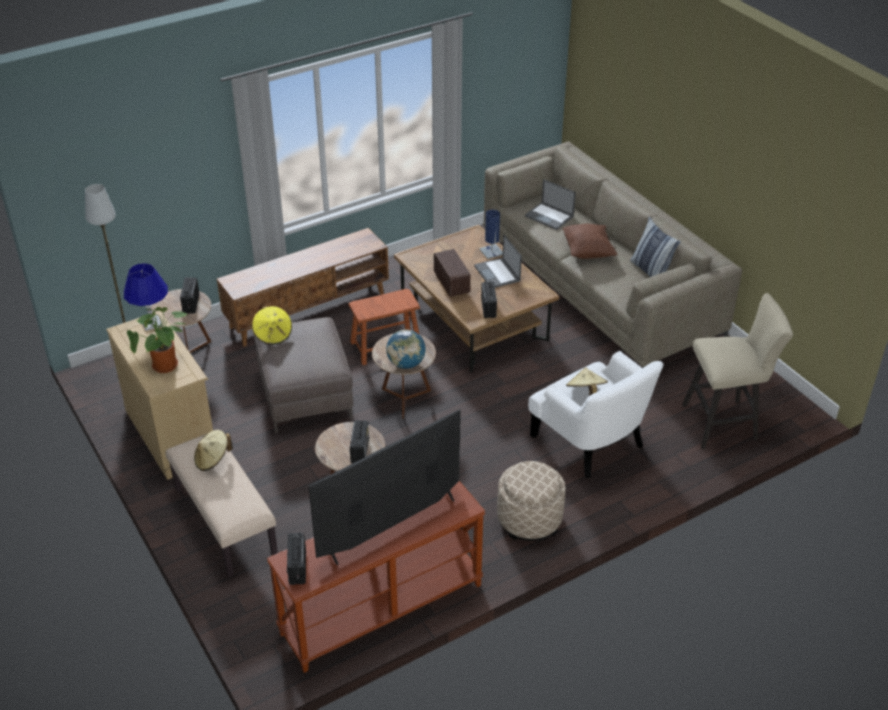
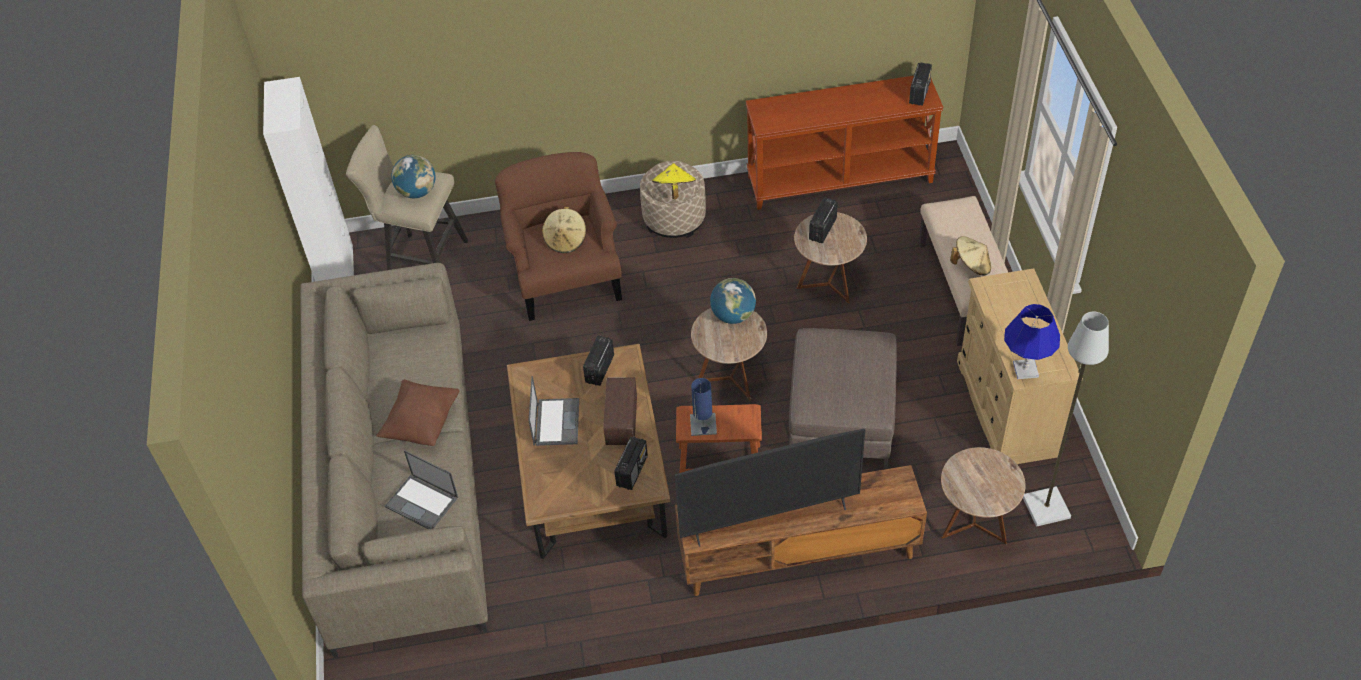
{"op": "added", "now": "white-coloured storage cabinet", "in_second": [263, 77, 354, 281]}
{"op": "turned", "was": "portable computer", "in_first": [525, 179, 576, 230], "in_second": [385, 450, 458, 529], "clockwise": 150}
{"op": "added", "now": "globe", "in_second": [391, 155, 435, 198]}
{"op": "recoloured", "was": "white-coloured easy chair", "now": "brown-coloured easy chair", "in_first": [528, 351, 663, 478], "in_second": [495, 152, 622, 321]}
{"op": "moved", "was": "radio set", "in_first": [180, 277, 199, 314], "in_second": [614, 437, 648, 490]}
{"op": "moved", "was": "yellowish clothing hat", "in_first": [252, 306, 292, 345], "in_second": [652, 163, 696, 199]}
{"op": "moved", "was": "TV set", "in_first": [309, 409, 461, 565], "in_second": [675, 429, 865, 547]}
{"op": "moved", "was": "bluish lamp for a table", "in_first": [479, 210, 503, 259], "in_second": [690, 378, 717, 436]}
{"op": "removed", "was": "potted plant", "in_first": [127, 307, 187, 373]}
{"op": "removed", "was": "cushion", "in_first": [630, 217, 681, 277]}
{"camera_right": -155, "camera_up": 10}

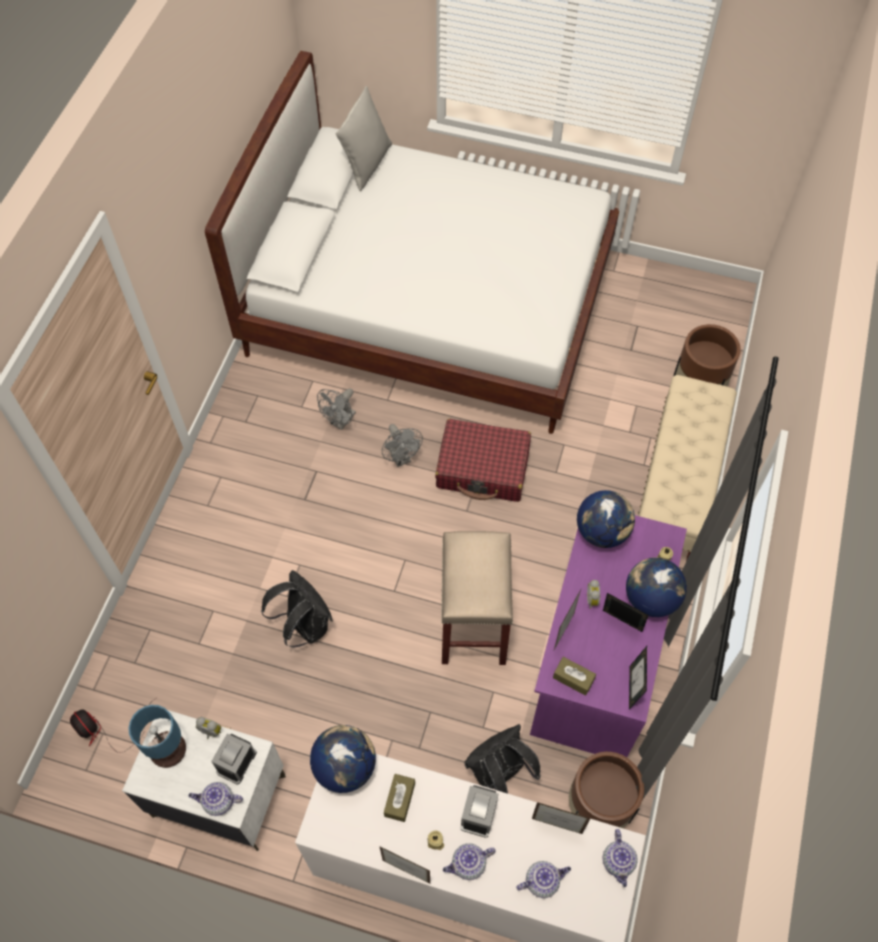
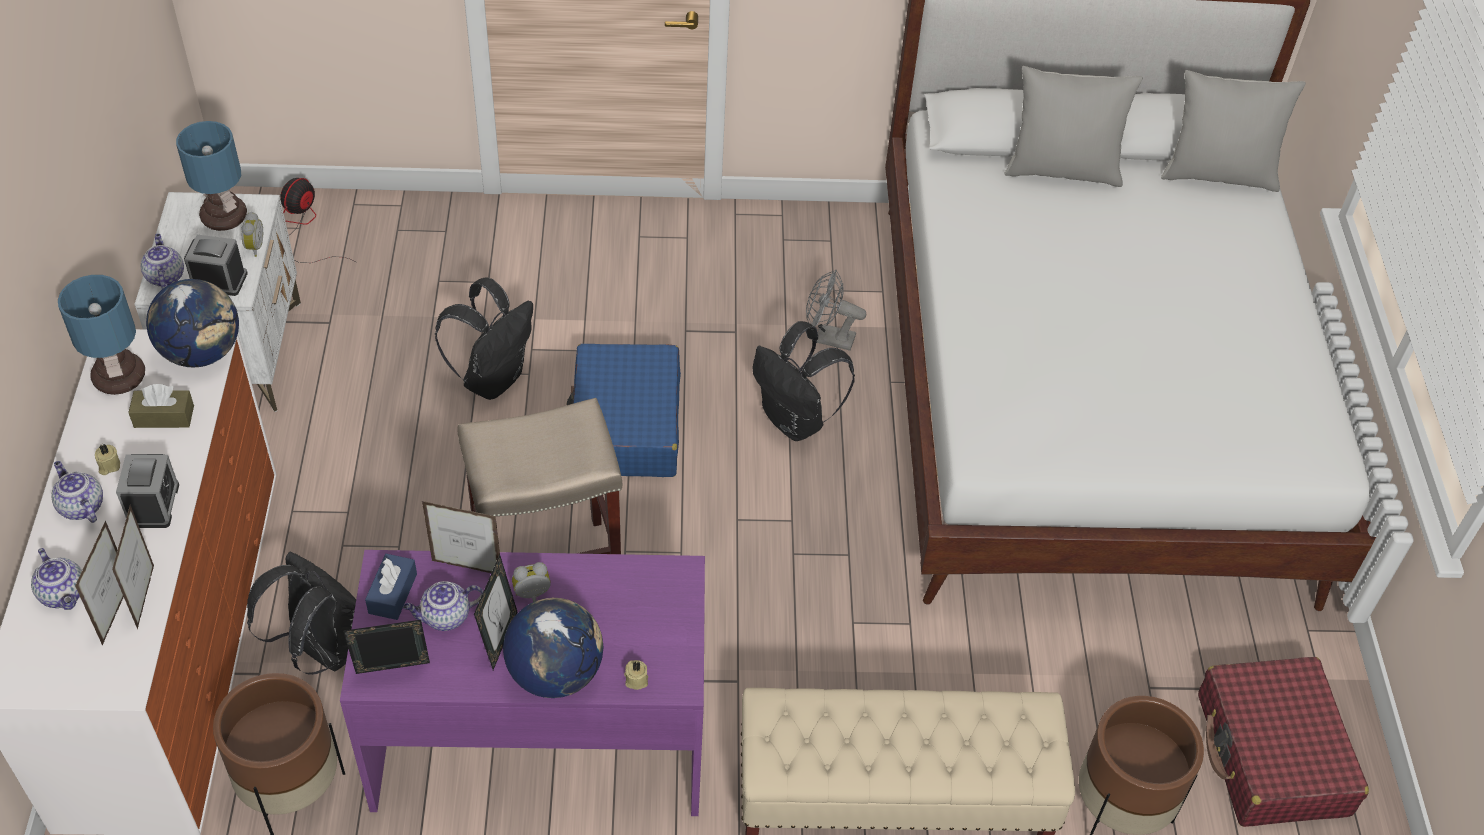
{"op": "added", "now": "lamp for a table", "in_second": [58, 275, 145, 395]}
{"op": "moved", "was": "standing frame", "in_first": [379, 846, 430, 883], "in_second": [75, 520, 124, 645]}
{"op": "turned", "was": "alarm clock", "in_first": [460, 785, 499, 838], "in_second": [116, 454, 179, 528], "clockwise": 90}
{"op": "recoloured", "was": "brown-coloured box of tissues", "now": "bluish box of tissues", "in_first": [553, 657, 596, 696], "in_second": [365, 554, 417, 620]}
{"op": "moved", "was": "teapot", "in_first": [603, 829, 638, 887], "in_second": [403, 581, 483, 631]}
{"op": "added", "now": "bluish suitcase", "in_second": [566, 344, 681, 477]}
{"op": "replaced", "was": "grey electric fan", "now": "black knapsack", "in_first": [382, 424, 423, 467], "in_second": [752, 321, 855, 441]}
{"op": "added", "now": "grey cushion", "in_second": [1004, 66, 1143, 187]}
{"op": "moved", "was": "red suitcase", "in_first": [435, 419, 531, 502], "in_second": [1198, 657, 1369, 827]}
{"op": "removed", "was": "globe", "in_first": [577, 490, 635, 548]}
{"camera_right": 70, "camera_up": -10}

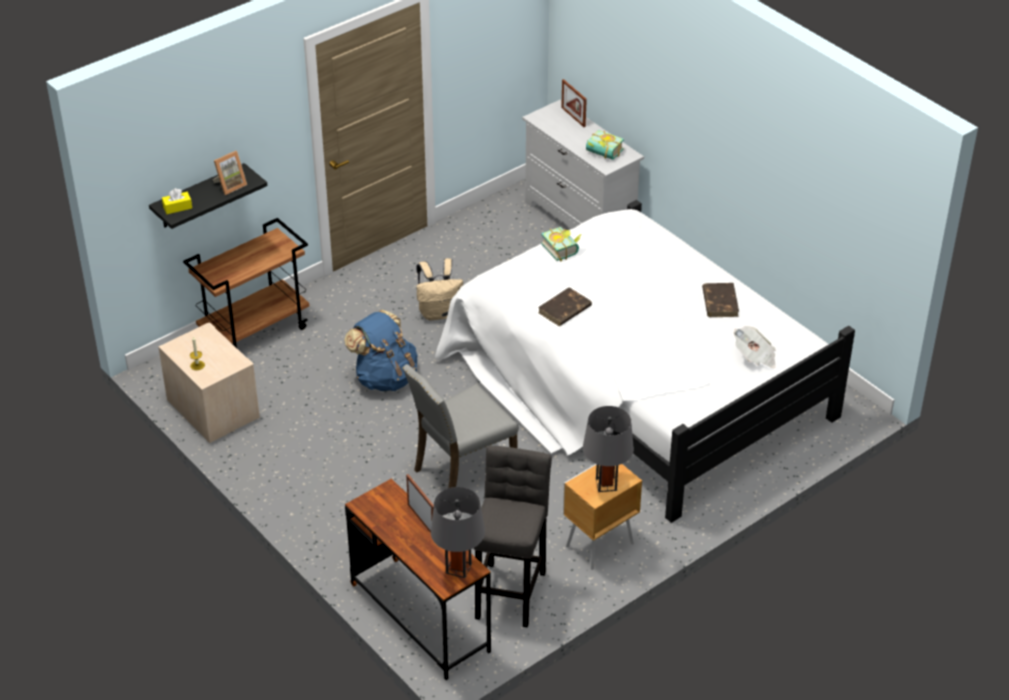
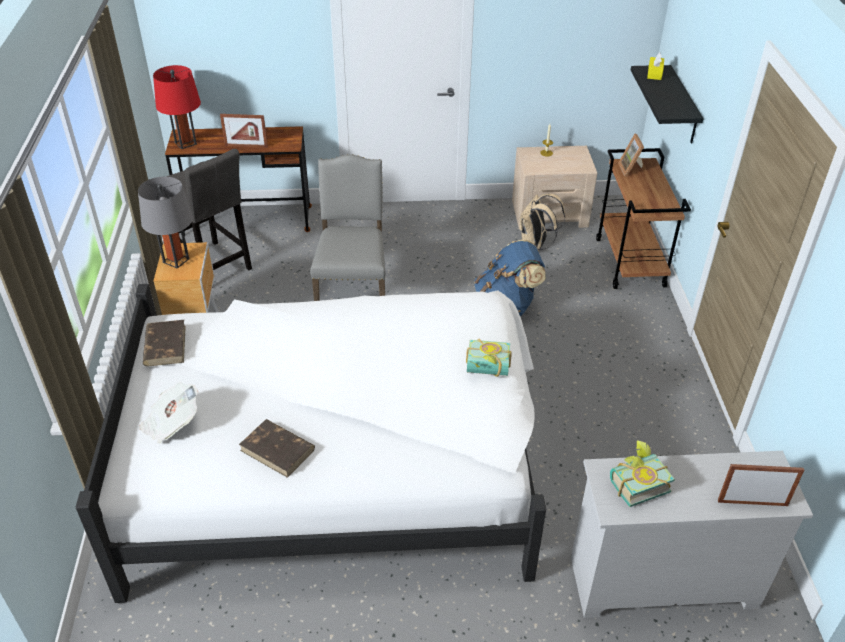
{"op": "moved", "was": "brown-coloured bound book", "in_first": [538, 287, 592, 326], "in_second": [143, 320, 186, 367]}
{"op": "recoloured", "was": "grey lamp for a table", "now": "red lamp for a table", "in_first": [431, 487, 485, 578], "in_second": [153, 65, 201, 149]}
{"op": "moved", "was": "sand-coloured knapsack", "in_first": [416, 258, 463, 321], "in_second": [520, 194, 565, 251]}
{"op": "moved", "was": "standing frame", "in_first": [213, 151, 247, 195], "in_second": [618, 134, 644, 177]}
{"camera_right": 125, "camera_up": 0}

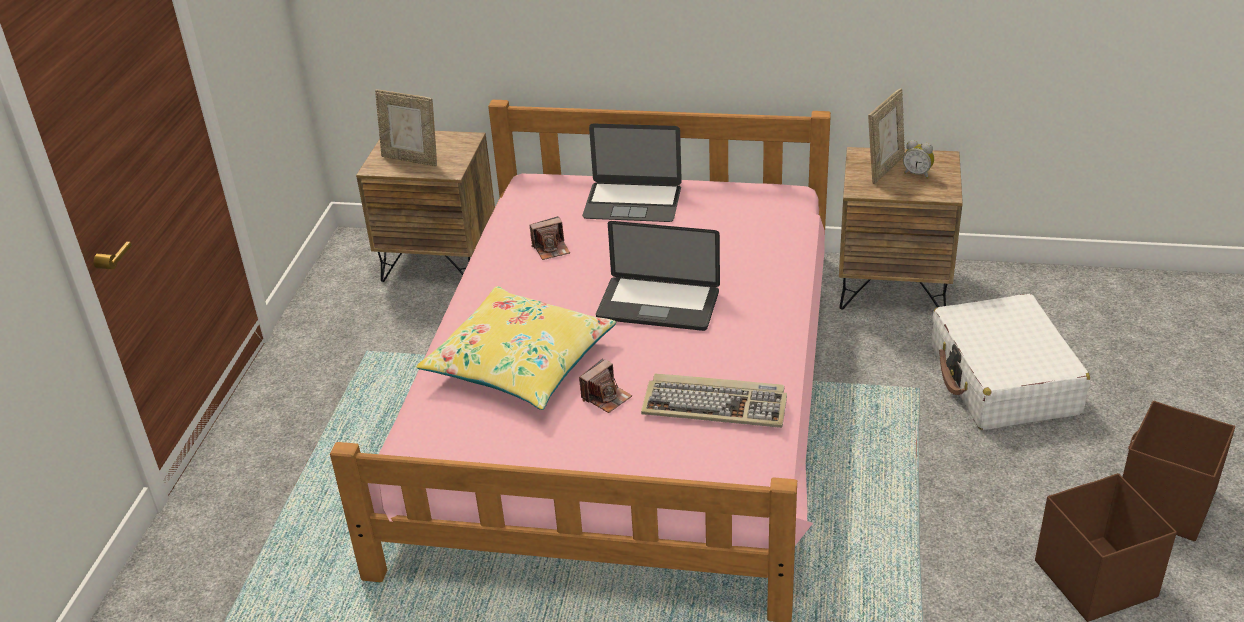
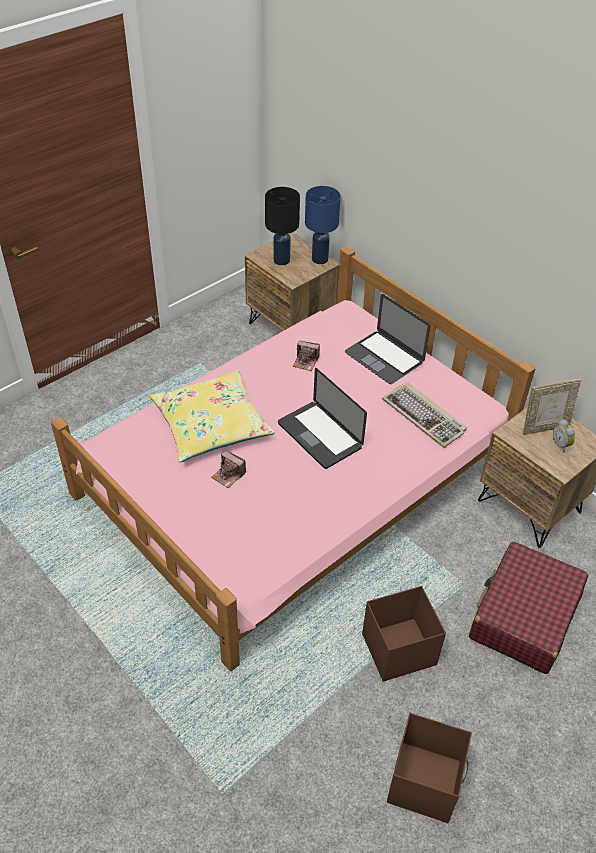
{"op": "turned", "was": "still camera", "in_first": [579, 359, 632, 413], "in_second": [211, 450, 246, 488], "clockwise": 45}
{"op": "replaced", "was": "standing frame", "now": "black lamp for a table", "in_first": [375, 89, 437, 166], "in_second": [265, 187, 300, 265]}
{"op": "added", "now": "bluish lamp for a table", "in_second": [305, 186, 341, 264]}
{"op": "moved", "was": "brown-coloured storage box", "in_first": [1123, 401, 1235, 541], "in_second": [362, 586, 446, 682]}
{"op": "moved", "was": "PC keyboard", "in_first": [641, 373, 787, 428], "in_second": [382, 382, 467, 448]}
{"op": "recoloured", "was": "white-coloured suitcase", "now": "red suitcase", "in_first": [932, 294, 1090, 430], "in_second": [469, 541, 588, 674]}
{"camera_right": 35, "camera_up": 10}

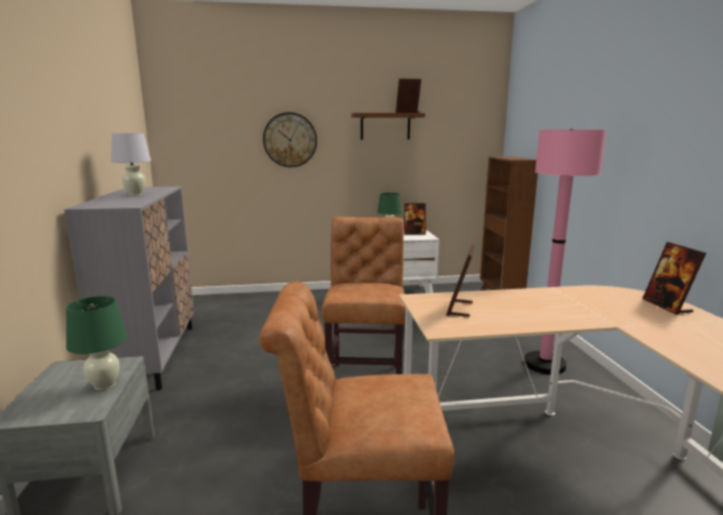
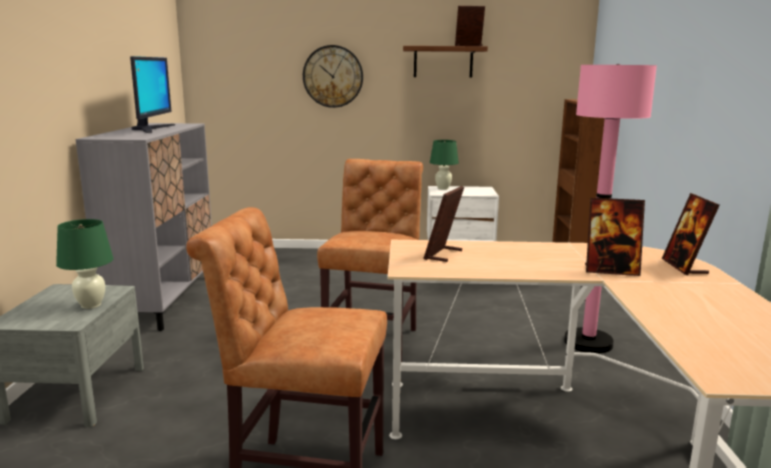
{"op": "replaced", "was": "white-coloured lamp for a table", "now": "monitor", "in_first": [111, 133, 151, 196], "in_second": [130, 56, 175, 133]}
{"op": "moved", "was": "standing frame", "in_first": [404, 203, 426, 235], "in_second": [585, 198, 645, 276]}
{"camera_right": 10, "camera_up": 0}

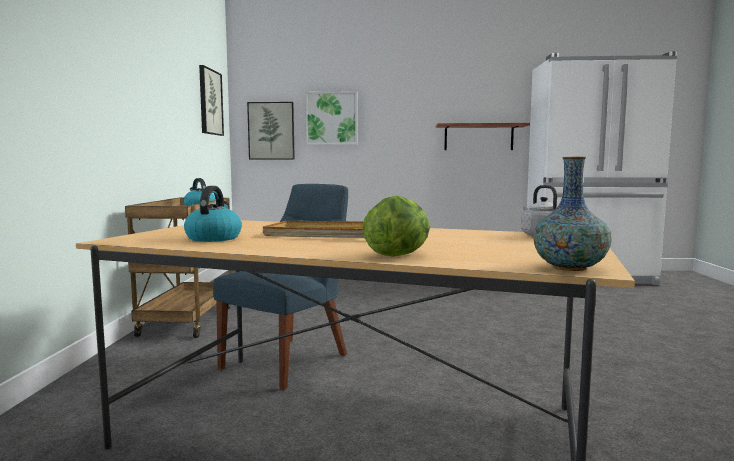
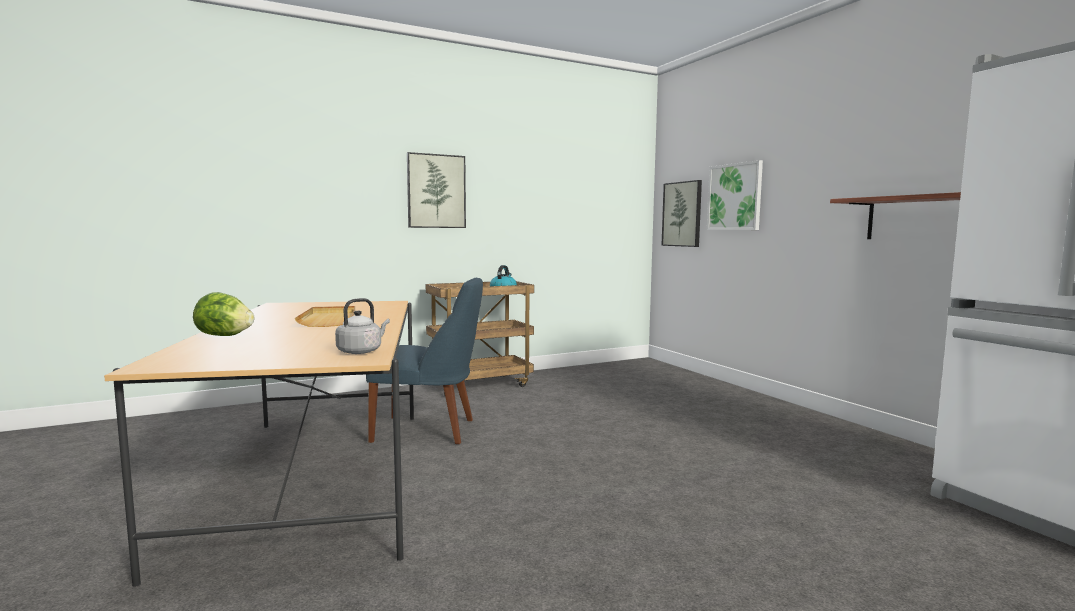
{"op": "moved", "was": "wall art", "in_first": [199, 65, 224, 136], "in_second": [407, 152, 466, 228]}
{"op": "removed", "was": "kettle", "in_first": [184, 186, 242, 242]}
{"op": "removed", "was": "vase", "in_first": [533, 157, 612, 271]}
{"camera_right": 60, "camera_up": 0}

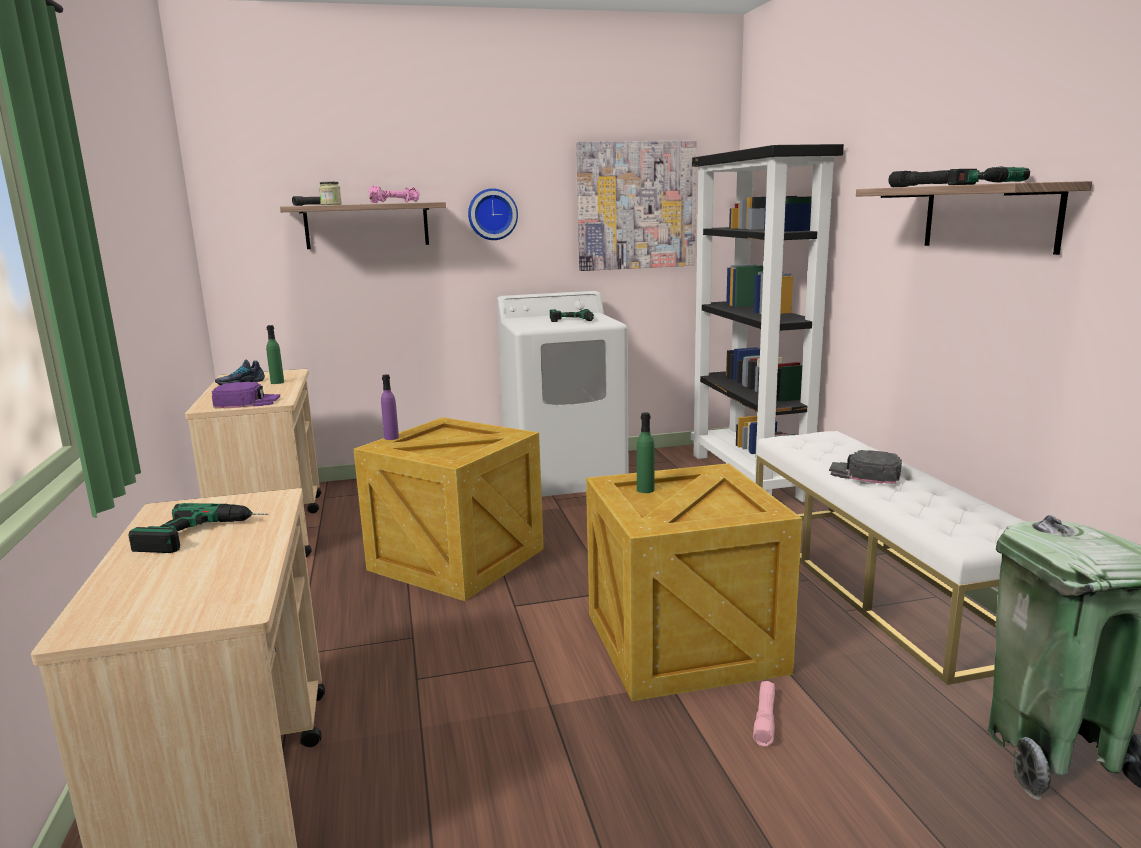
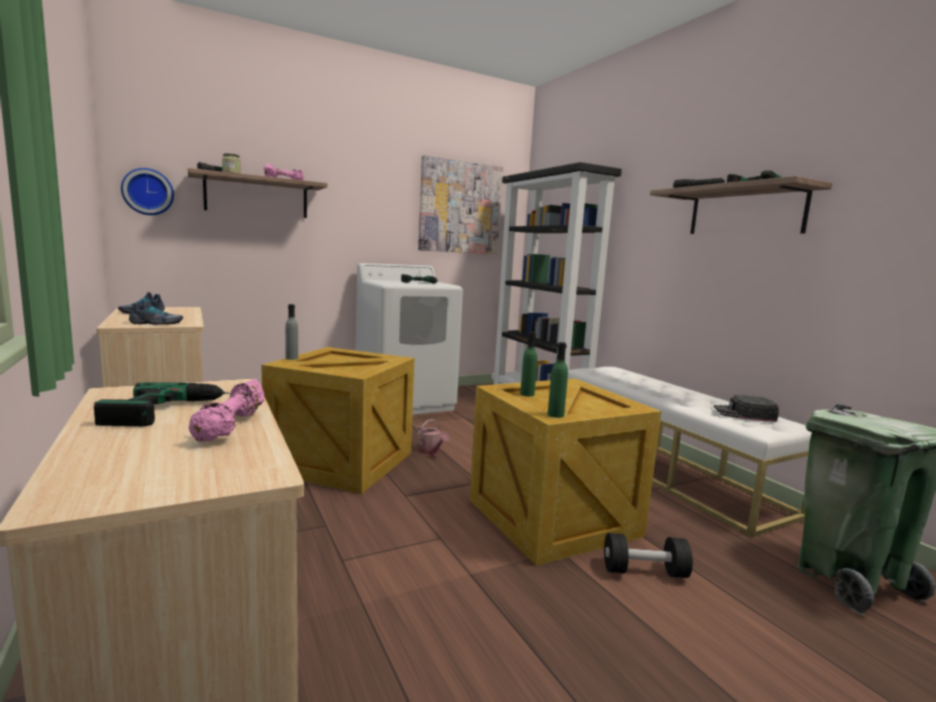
{"op": "moved", "was": "hanging clock", "in_first": [468, 188, 518, 240], "in_second": [121, 168, 174, 215]}
{"op": "replaced", "was": "purple baseball cap", "now": "low shoe", "in_first": [212, 382, 280, 408], "in_second": [129, 300, 183, 325]}
{"op": "added", "now": "pink dumbbell", "in_second": [189, 379, 264, 442]}
{"op": "recoloured", "was": "purple beverage bottle", "now": "grey beverage bottle", "in_first": [381, 375, 399, 440], "in_second": [285, 304, 298, 360]}
{"op": "added", "now": "sprinkling can", "in_second": [418, 419, 450, 455]}
{"op": "moved", "was": "green beverage bottle", "in_first": [266, 325, 284, 384], "in_second": [548, 342, 568, 418]}
{"op": "replaced", "was": "pink hand torch", "now": "black dumbbell", "in_first": [753, 681, 775, 747], "in_second": [604, 533, 693, 578]}
{"op": "moved", "was": "black baseball cap", "in_first": [829, 450, 902, 484], "in_second": [714, 395, 779, 422]}
{"camera_right": -15, "camera_up": -5}

